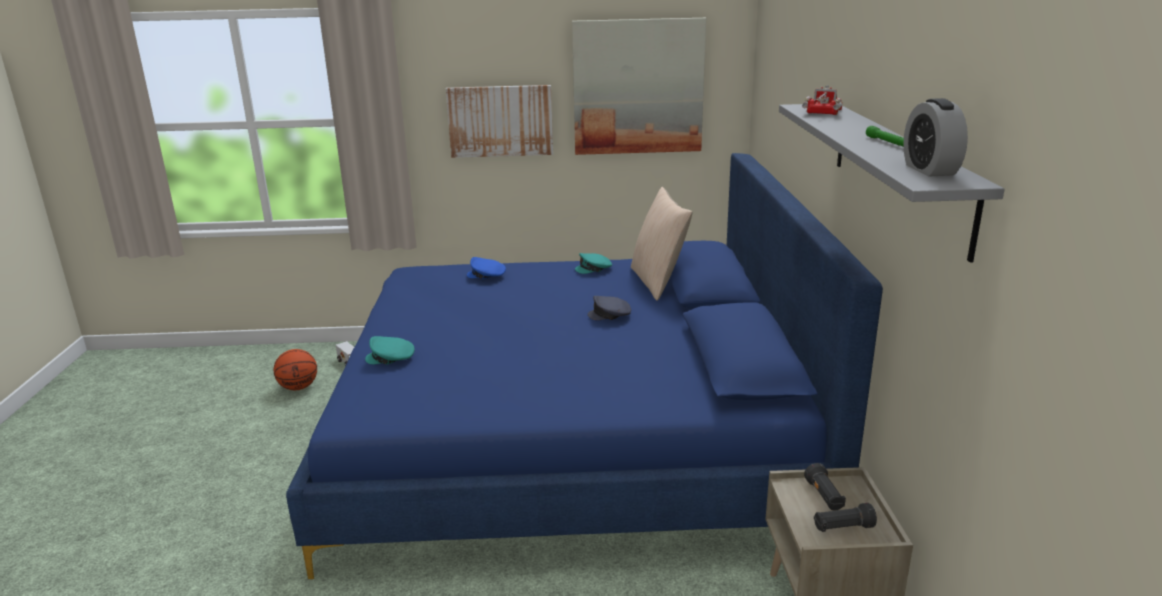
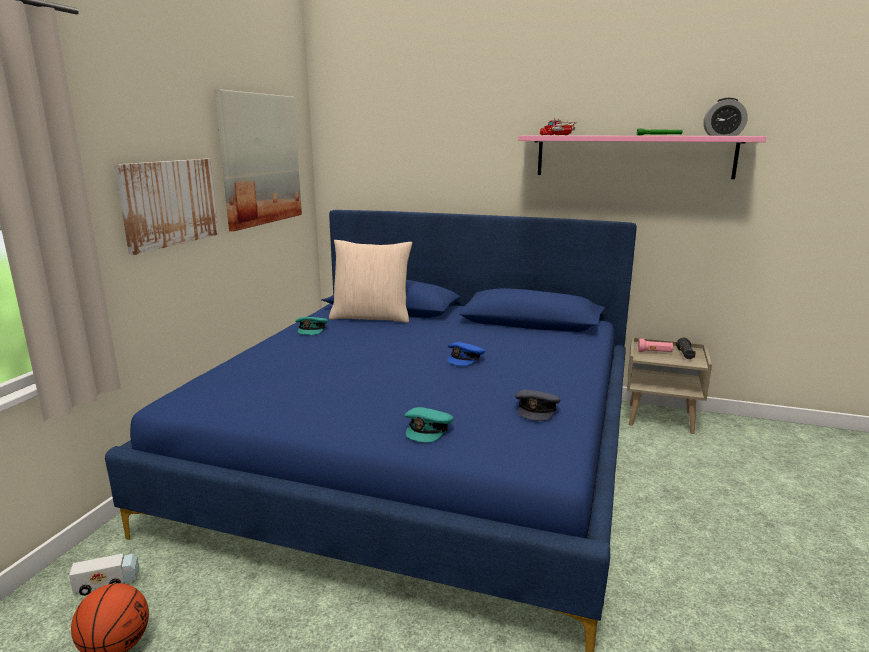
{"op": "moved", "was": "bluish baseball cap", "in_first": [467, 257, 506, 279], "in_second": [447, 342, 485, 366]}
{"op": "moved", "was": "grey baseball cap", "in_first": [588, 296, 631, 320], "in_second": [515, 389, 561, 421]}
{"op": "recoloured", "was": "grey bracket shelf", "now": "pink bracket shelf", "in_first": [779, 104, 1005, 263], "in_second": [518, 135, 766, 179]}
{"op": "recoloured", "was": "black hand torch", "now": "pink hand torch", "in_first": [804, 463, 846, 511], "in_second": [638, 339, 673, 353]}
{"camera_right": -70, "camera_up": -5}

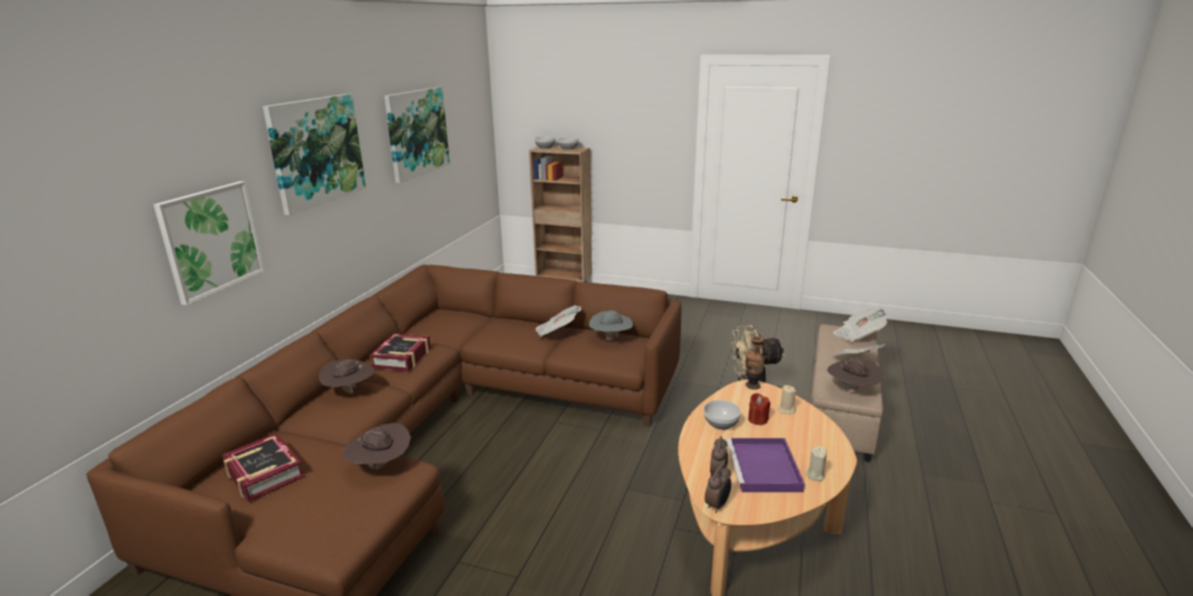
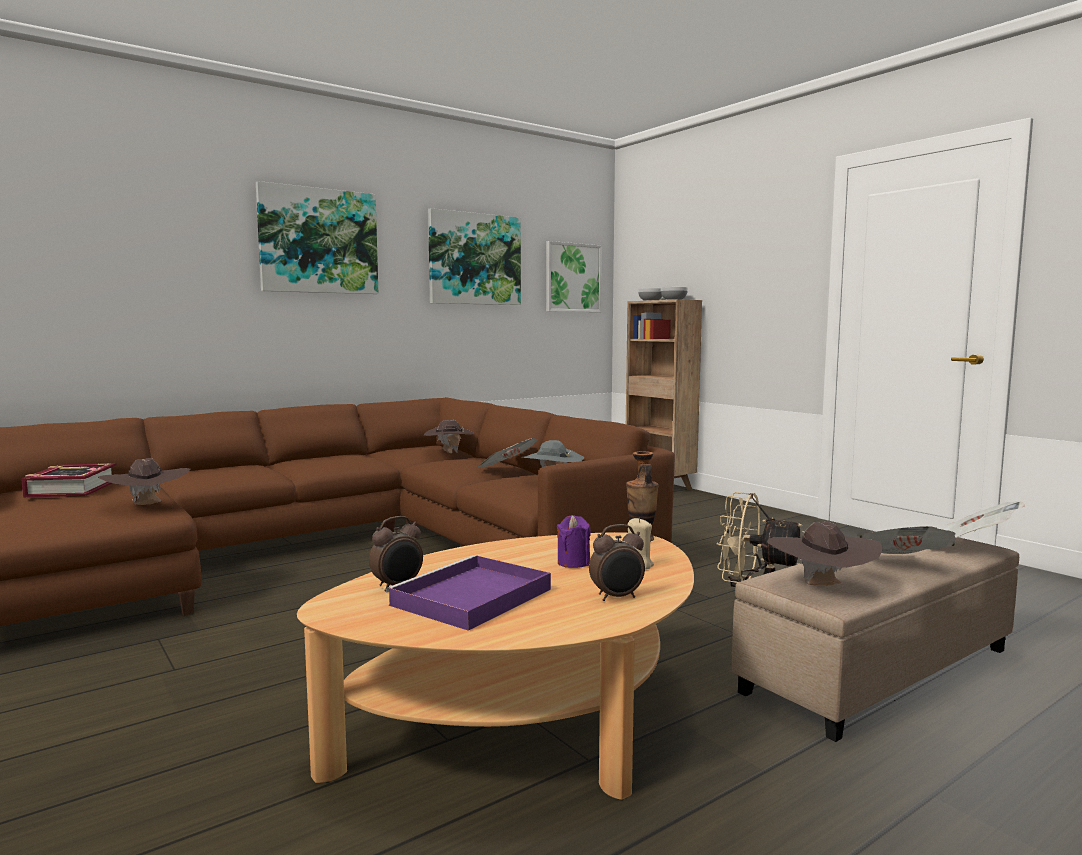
{"op": "moved", "was": "brown-coloured clothing hat", "in_first": [319, 359, 374, 394], "in_second": [424, 419, 474, 453]}
{"op": "moved", "was": "wall art", "in_first": [153, 181, 265, 305], "in_second": [546, 241, 602, 312]}
{"op": "recoloured", "was": "red wax light", "now": "purple wax light", "in_first": [748, 393, 770, 425], "in_second": [557, 515, 591, 568]}
{"op": "moved", "was": "alarm clock", "in_first": [705, 464, 731, 513], "in_second": [589, 524, 645, 601]}
{"op": "removed", "was": "bound book", "in_first": [369, 333, 431, 371]}
{"op": "removed", "was": "deep dish", "in_first": [704, 400, 741, 430]}
{"op": "removed", "was": "sand-coloured wax light", "in_first": [806, 446, 827, 481]}
{"camera_right": 35, "camera_up": -15}

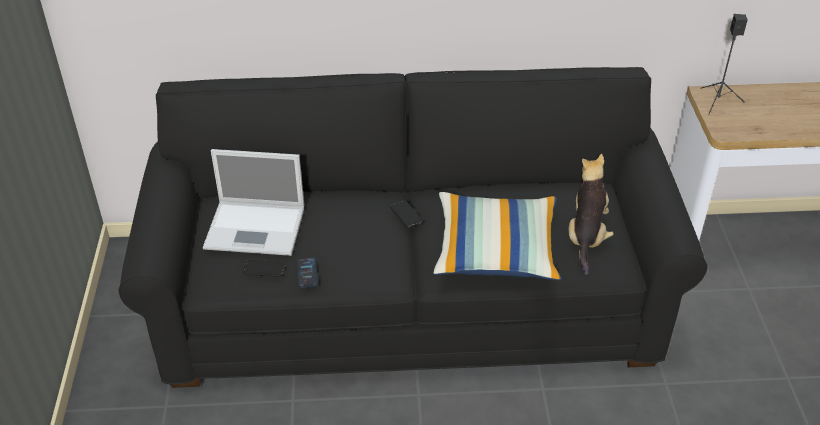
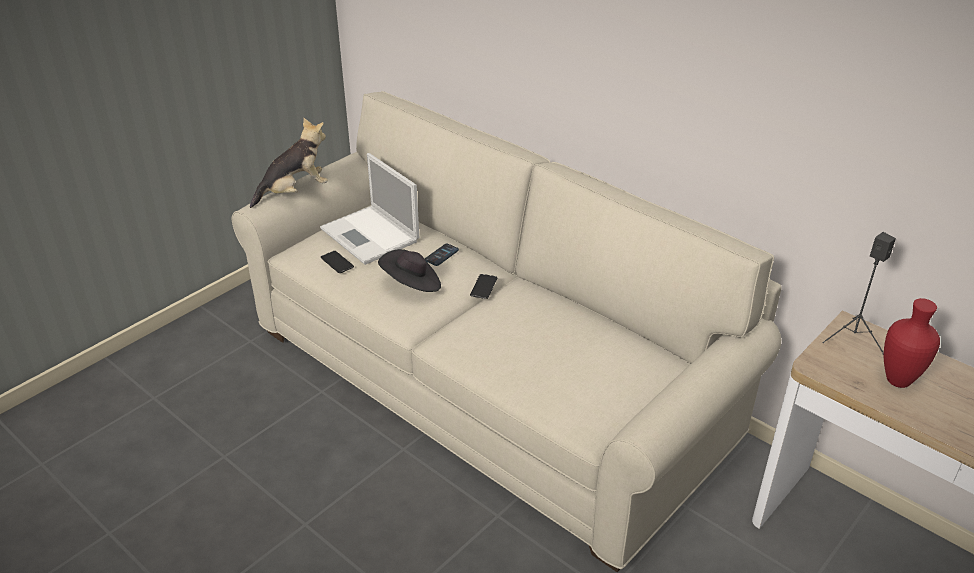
{"op": "recoloured", "was": "black sofa", "now": "sand-coloured sofa", "in_first": [119, 67, 707, 388], "in_second": [232, 91, 782, 572]}
{"op": "moved", "was": "soft toy", "in_first": [569, 154, 614, 274], "in_second": [250, 118, 328, 208]}
{"op": "added", "now": "black clothing hat", "in_second": [378, 249, 441, 292]}
{"op": "moved", "was": "handset", "in_first": [296, 257, 318, 288], "in_second": [425, 243, 459, 266]}
{"op": "added", "now": "red vase", "in_second": [884, 298, 940, 388]}
{"op": "removed", "was": "cushion", "in_first": [434, 192, 562, 280]}
{"camera_right": 45, "camera_up": -5}

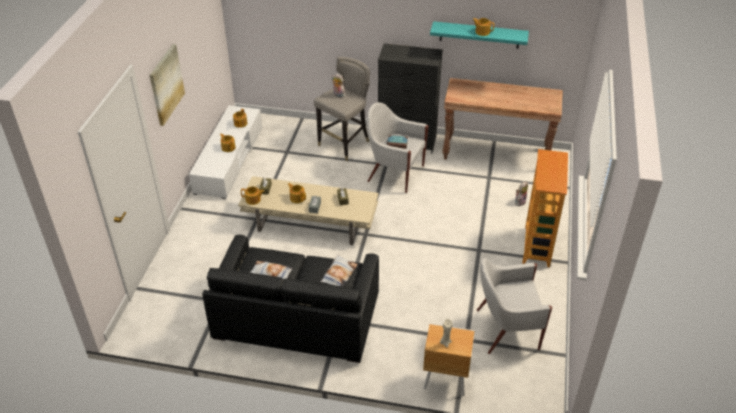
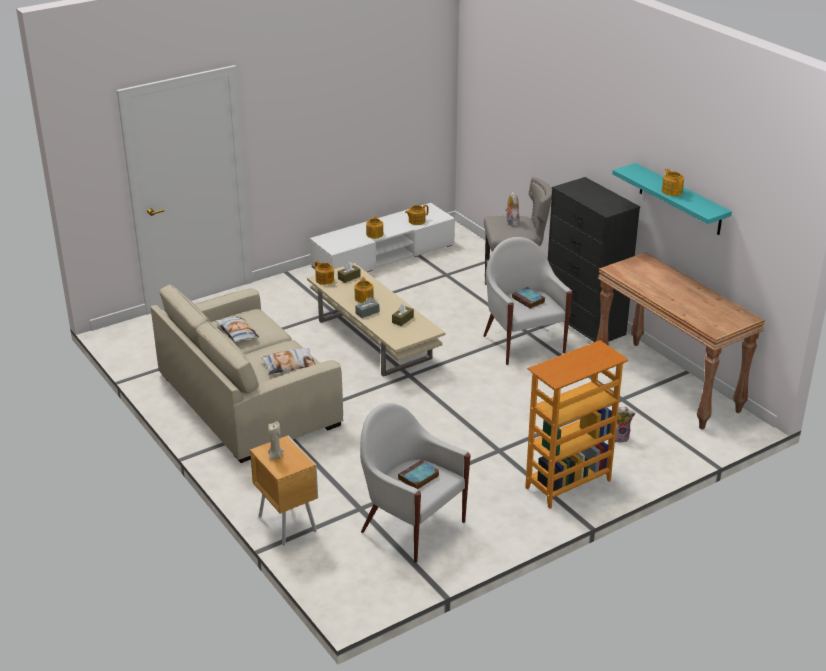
{"op": "recoloured", "was": "black sofa", "now": "sand-coloured sofa", "in_first": [202, 235, 379, 363], "in_second": [150, 284, 343, 463]}
{"op": "added", "now": "bound book", "in_second": [398, 460, 439, 489]}
{"op": "removed", "was": "wall art", "in_first": [150, 44, 185, 126]}
{"camera_right": 45, "camera_up": -10}

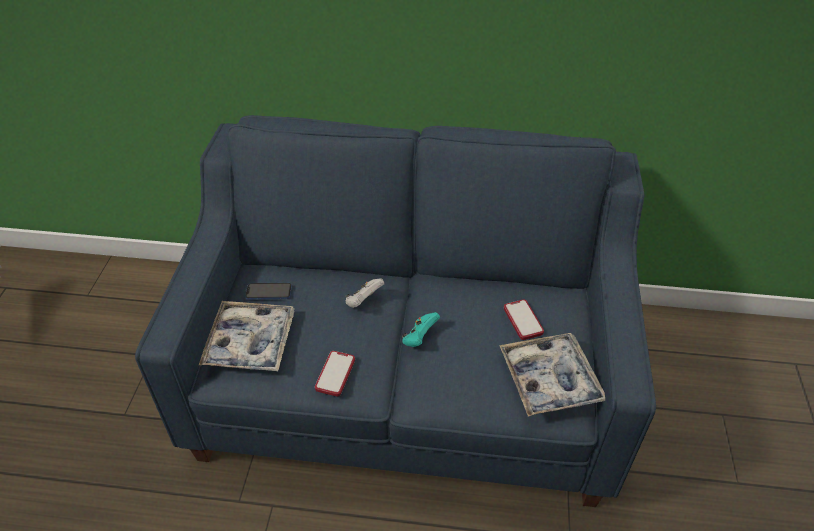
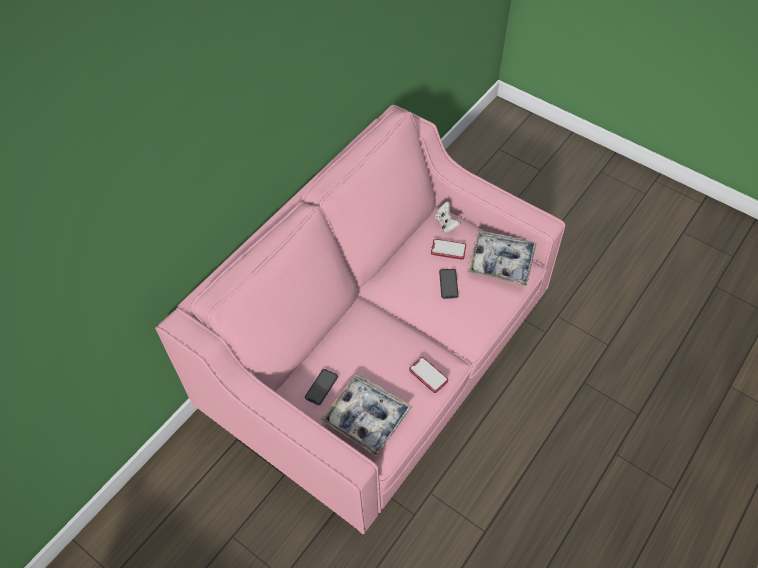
{"op": "recoloured", "was": "bluish sofa", "now": "pink sofa", "in_first": [135, 115, 656, 507], "in_second": [155, 105, 566, 534]}
{"op": "moved", "was": "white-coloured gamepad", "in_first": [345, 278, 385, 308], "in_second": [435, 202, 461, 233]}
{"op": "added", "now": "handset", "in_second": [439, 269, 459, 299]}
{"op": "removed", "was": "turquoise gamepad", "in_first": [402, 312, 440, 347]}
{"camera_right": -60, "camera_up": 10}

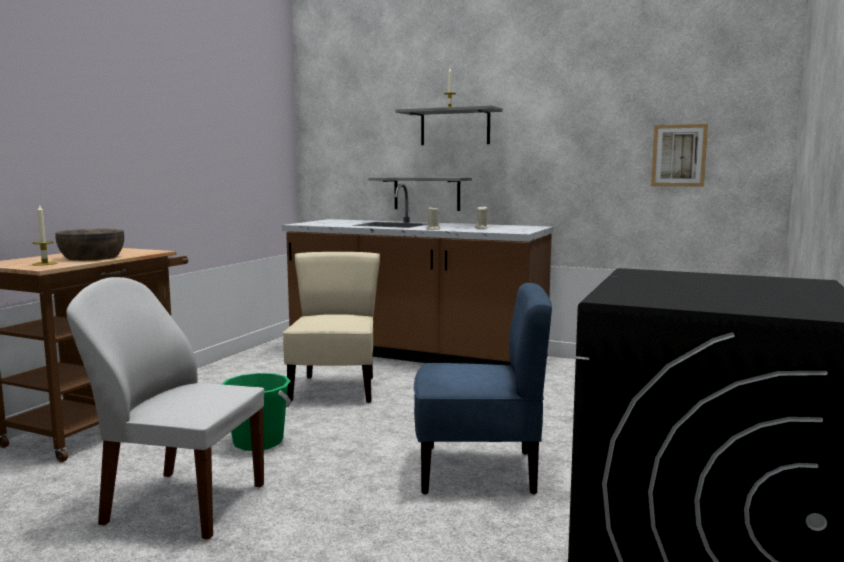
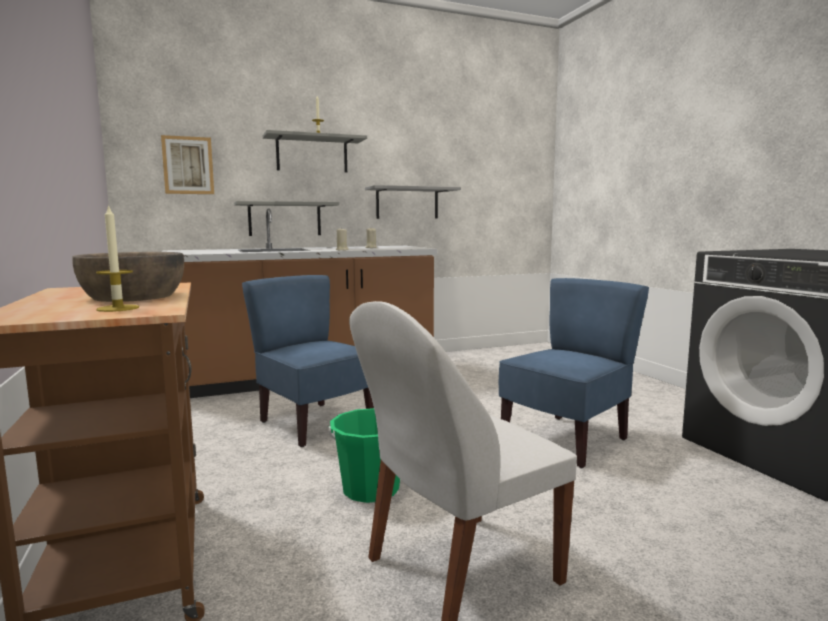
{"op": "moved", "was": "wall art", "in_first": [651, 124, 708, 187], "in_second": [161, 135, 214, 194]}
{"op": "recoloured", "was": "sand-coloured upright chair", "now": "bluish upright chair", "in_first": [283, 252, 380, 403], "in_second": [242, 275, 374, 447]}
{"op": "added", "now": "grey bracket shelf", "in_second": [365, 185, 461, 219]}
{"camera_right": -45, "camera_up": 0}

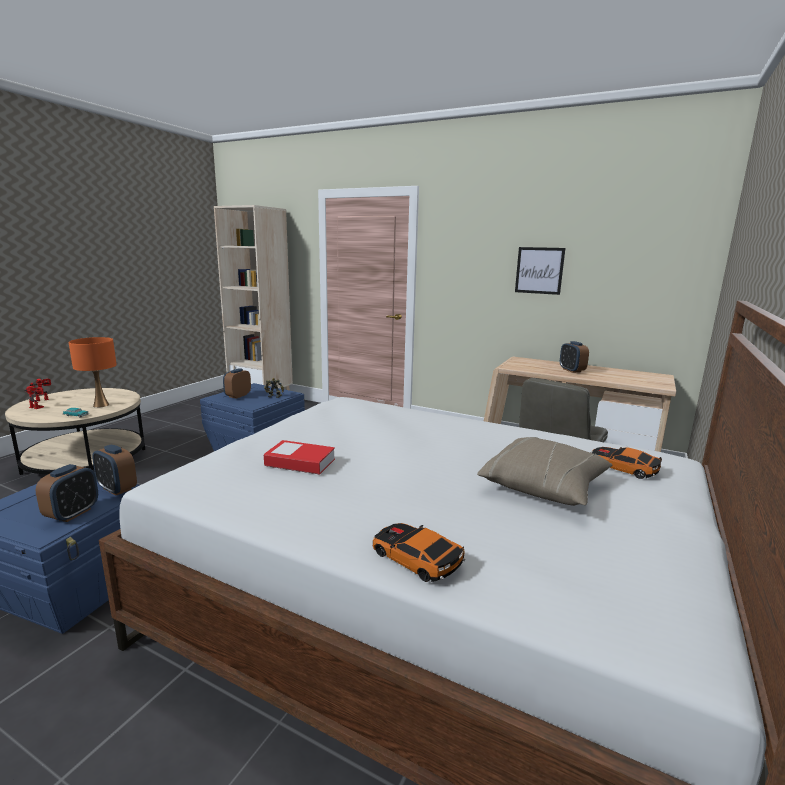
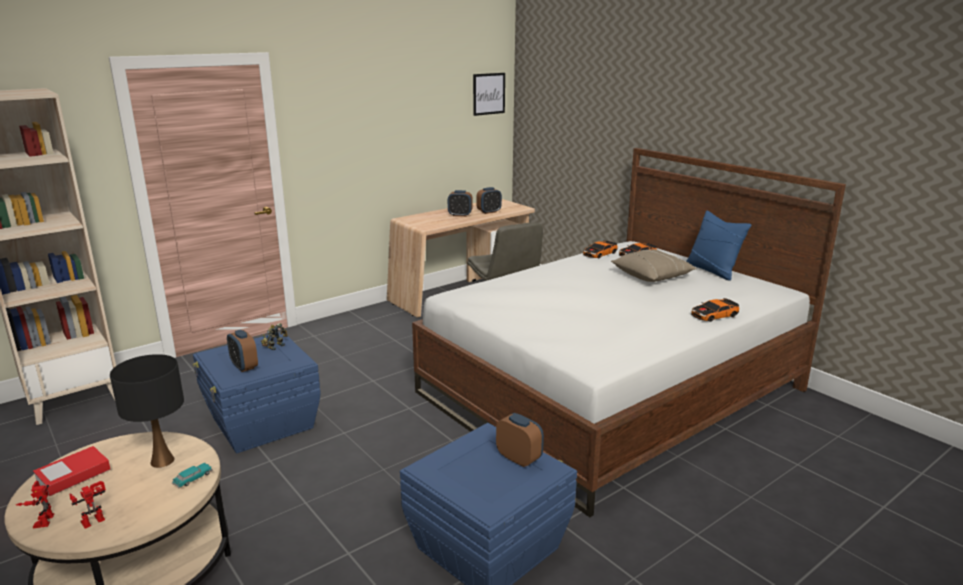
{"op": "moved", "was": "bound book", "in_first": [264, 440, 335, 475], "in_second": [33, 446, 110, 496]}
{"op": "recoloured", "was": "orange lamp for a table", "now": "black lamp for a table", "in_first": [69, 337, 117, 408], "in_second": [110, 354, 184, 468]}
{"op": "moved", "was": "wall art", "in_first": [515, 247, 565, 295], "in_second": [473, 73, 505, 116]}
{"op": "moved", "was": "alarm clock", "in_first": [92, 445, 137, 496], "in_second": [476, 187, 502, 214]}
{"op": "added", "now": "model car", "in_second": [583, 240, 618, 258]}
{"op": "added", "now": "bluish cushion", "in_second": [686, 211, 752, 281]}
{"camera_right": -65, "camera_up": 5}

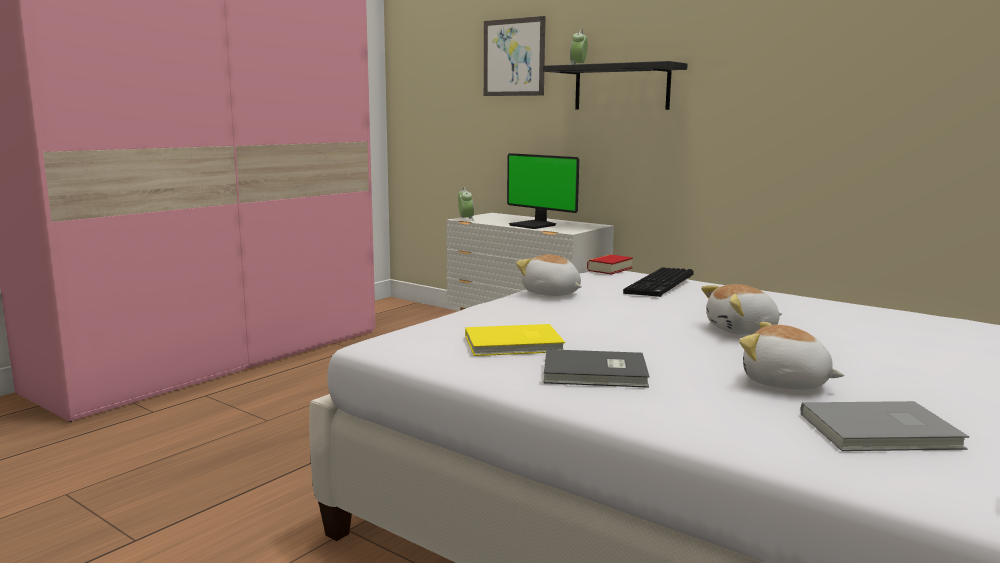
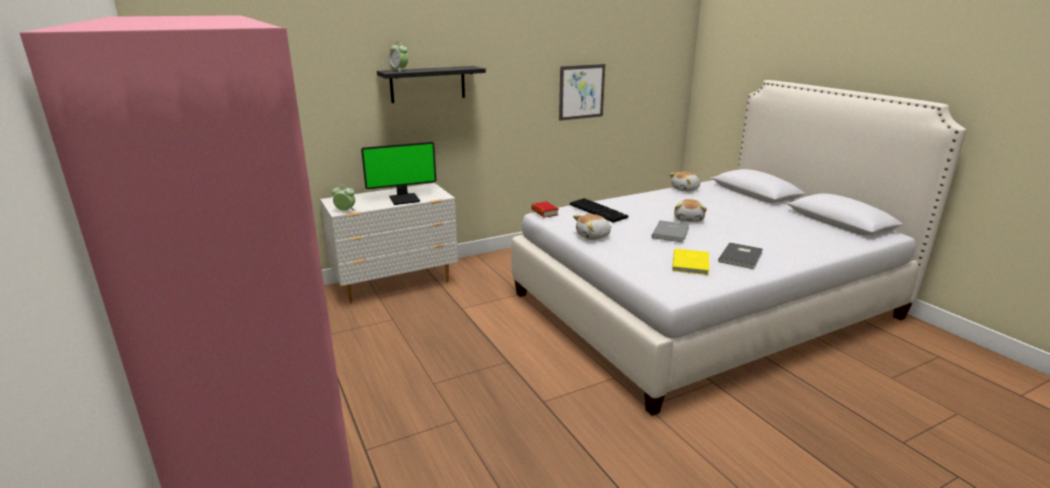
{"op": "moved", "was": "wall art", "in_first": [484, 16, 546, 96], "in_second": [559, 64, 605, 121]}
{"op": "moved", "was": "grey bound book", "in_first": [801, 401, 969, 451], "in_second": [651, 220, 690, 242]}
{"op": "moved", "was": "soft toy", "in_first": [739, 322, 845, 390], "in_second": [669, 172, 700, 192]}
{"camera_right": -65, "camera_up": 10}

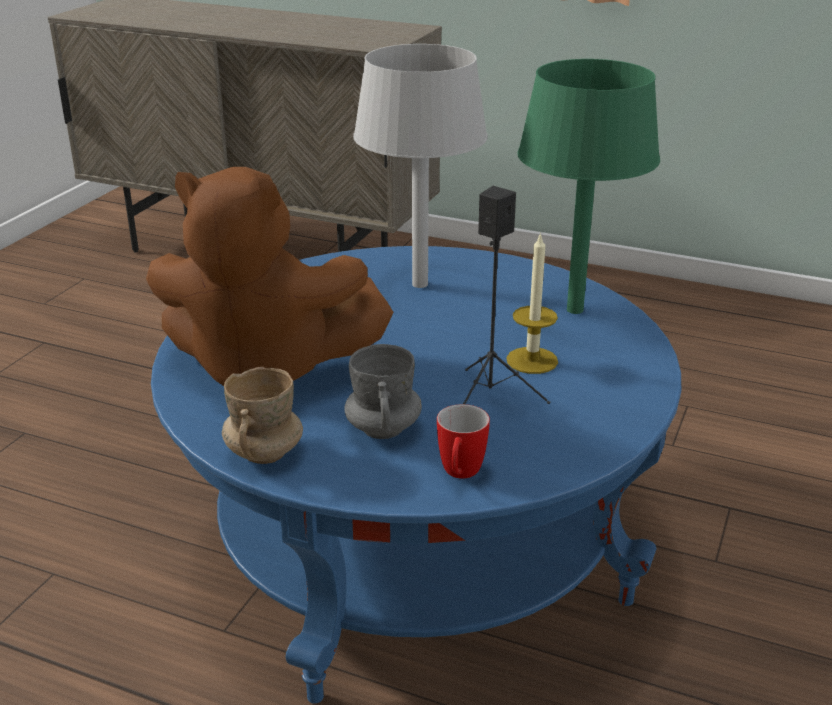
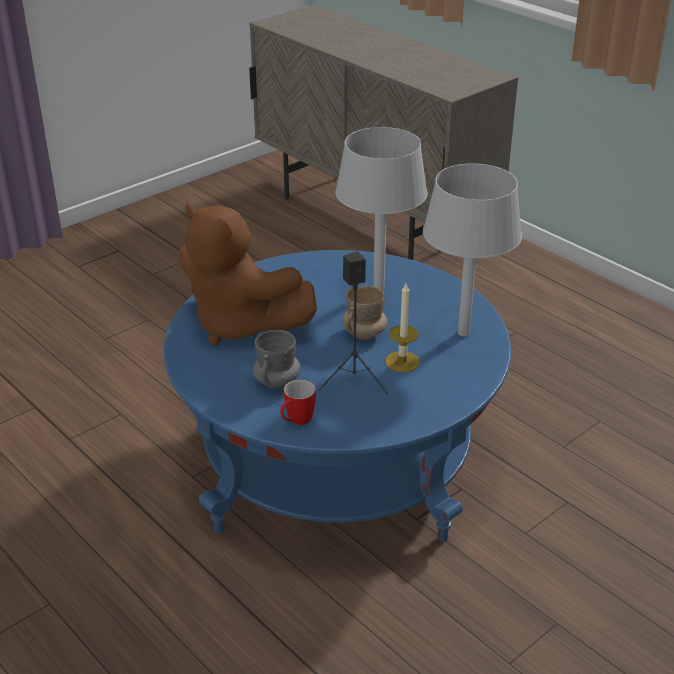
{"op": "moved", "was": "sand-coloured coffee mug", "in_first": [222, 367, 303, 464], "in_second": [342, 286, 388, 340]}
{"op": "recoloured", "was": "green lamp for a table", "now": "grey lamp for a table", "in_first": [517, 59, 660, 314], "in_second": [423, 163, 522, 336]}
{"camera_right": 25, "camera_up": 5}

